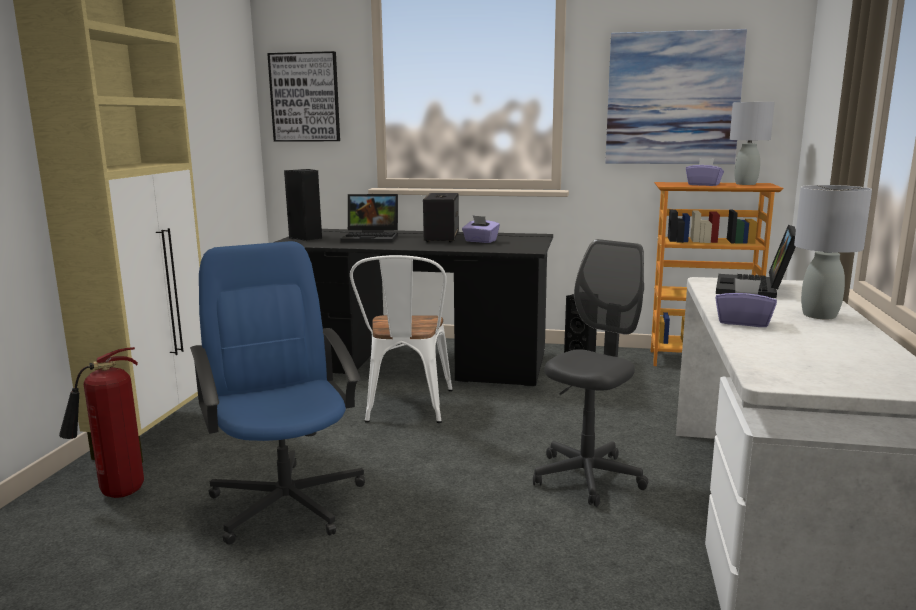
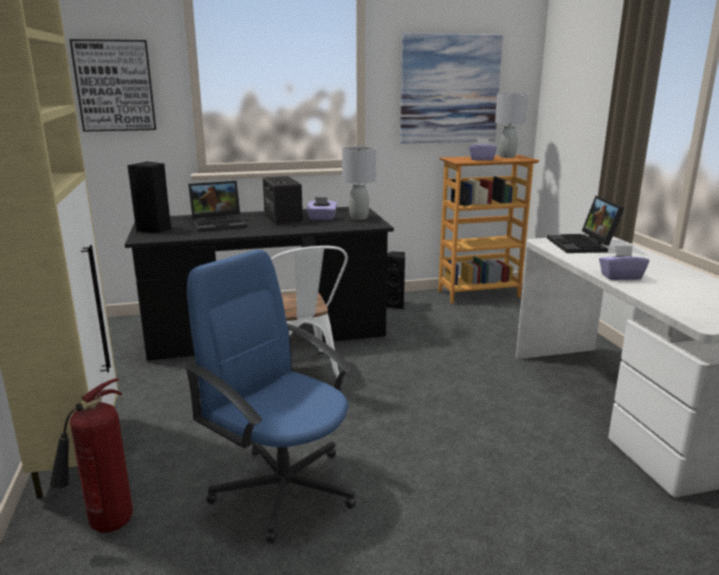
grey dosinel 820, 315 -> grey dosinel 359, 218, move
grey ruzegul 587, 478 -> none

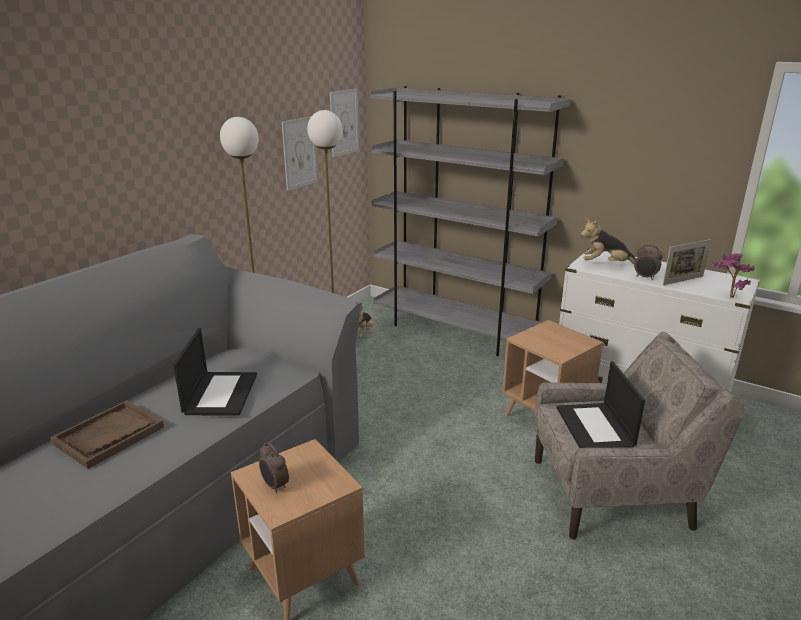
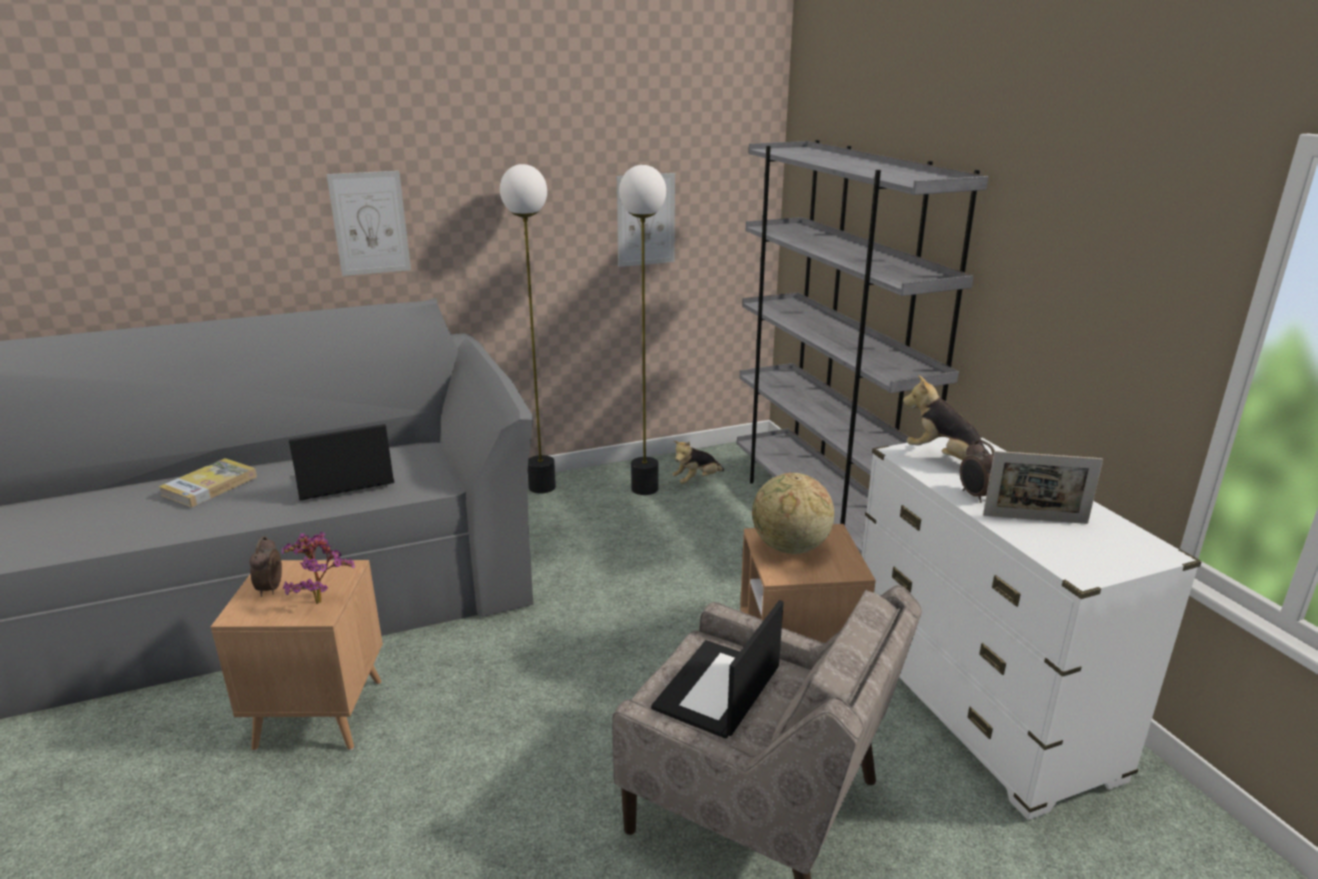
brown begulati 109, 435 -> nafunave 210, 486
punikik 728, 296 -> punikik 320, 599, move
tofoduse 220, 393 -> tofoduse 343, 480, 150 degrees counterclockwise
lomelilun 344, 122 -> lomelilun 370, 223, move
none -> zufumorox 789, 548

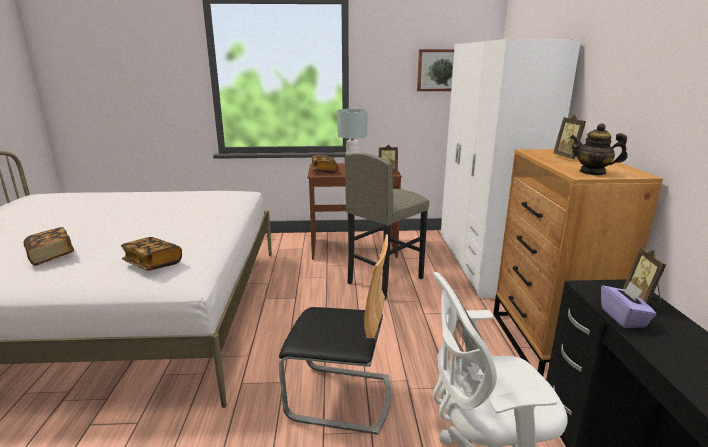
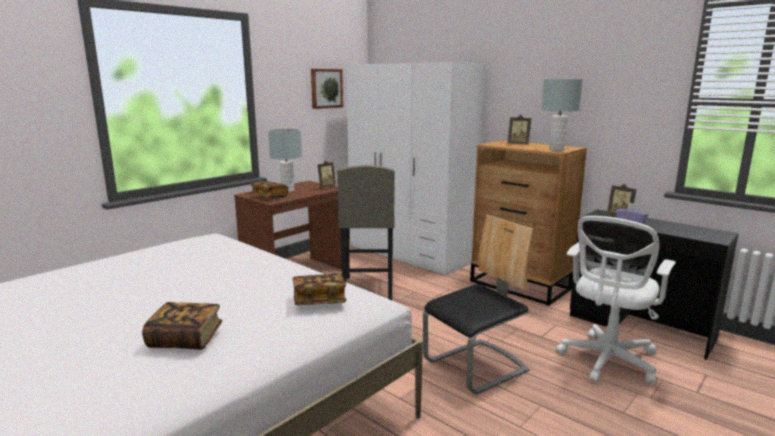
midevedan 592, 172 -> grey dosinel 557, 149

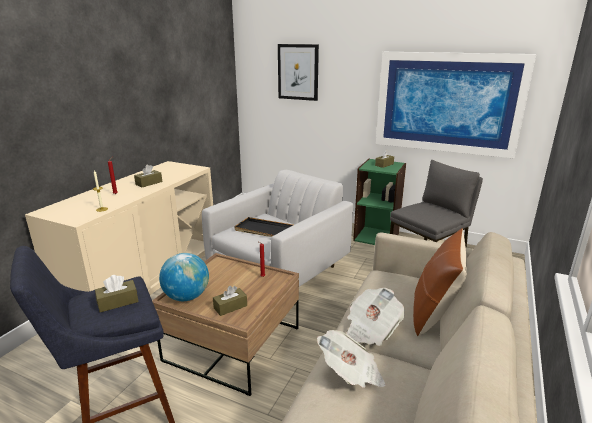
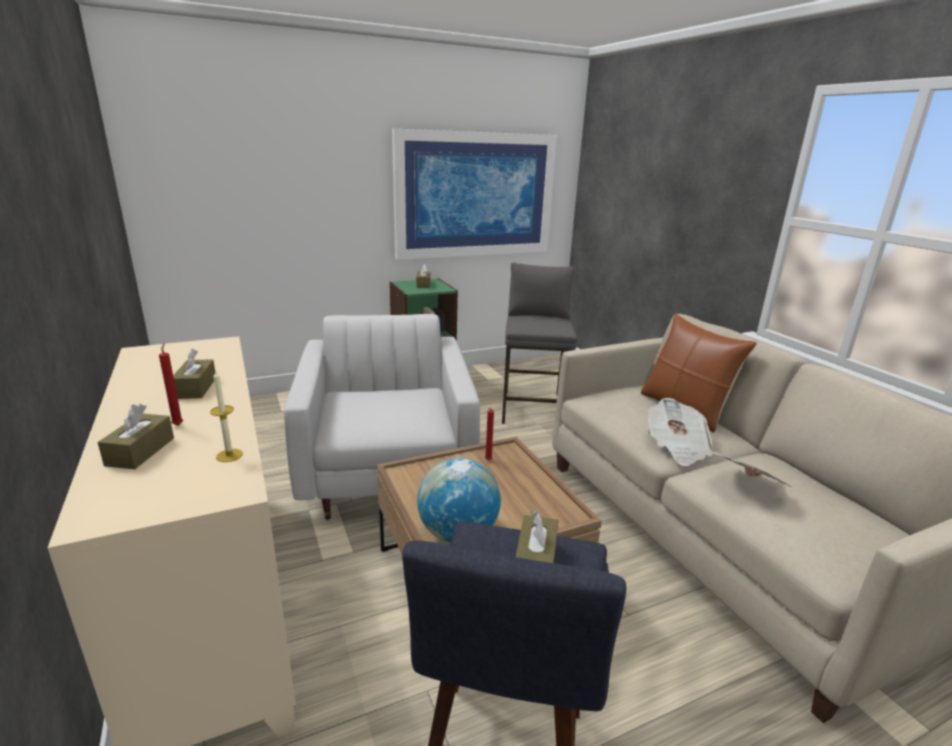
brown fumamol 230, 307 -> brown fumamol 140, 451, move
black begulati 264, 230 -> none
lomelilun 298, 72 -> none

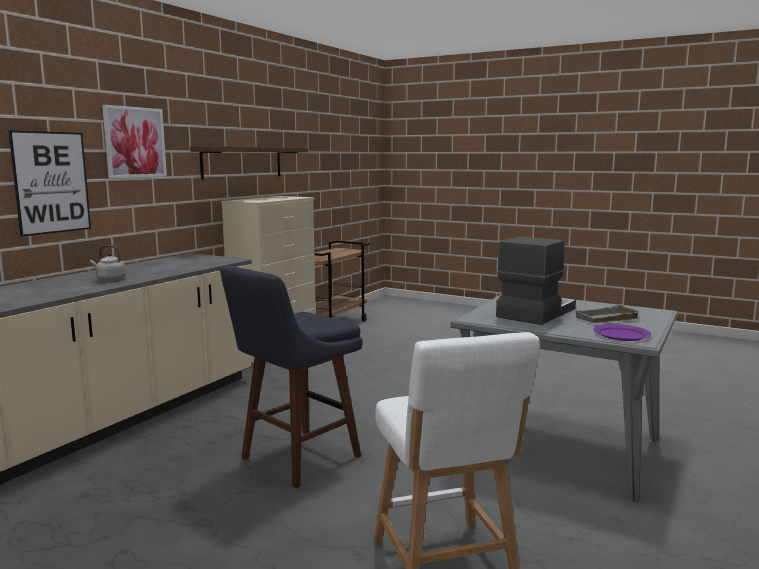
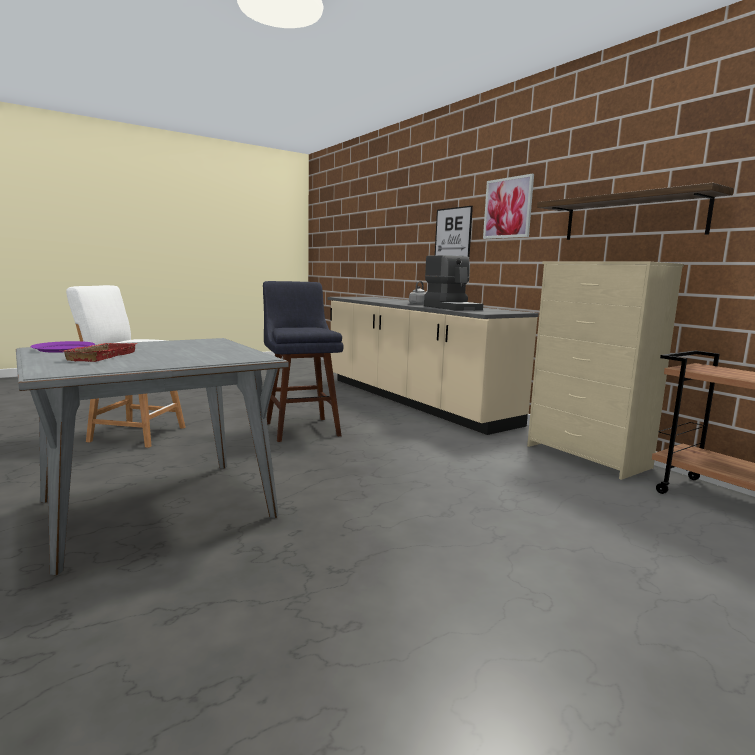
grey begulati 607, 319 -> red begulati 100, 356
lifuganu 534, 313 -> lifuganu 452, 308, move

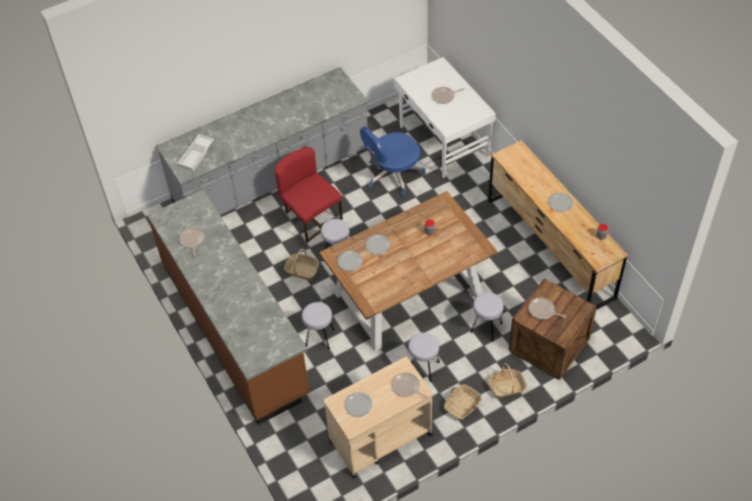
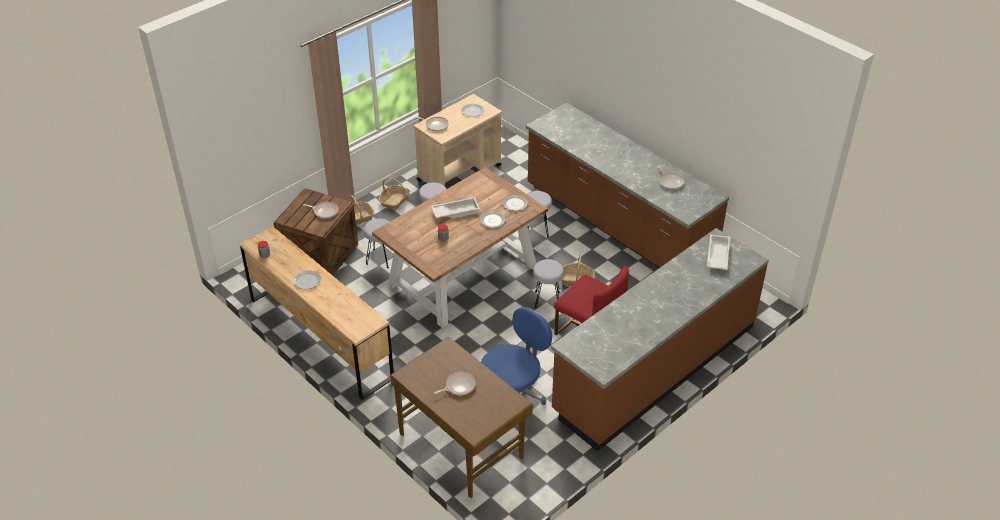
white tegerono 443, 142 -> brown tegerono 461, 444
none -> white begulati 455, 211
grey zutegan 272, 177 -> brown zutegan 654, 368

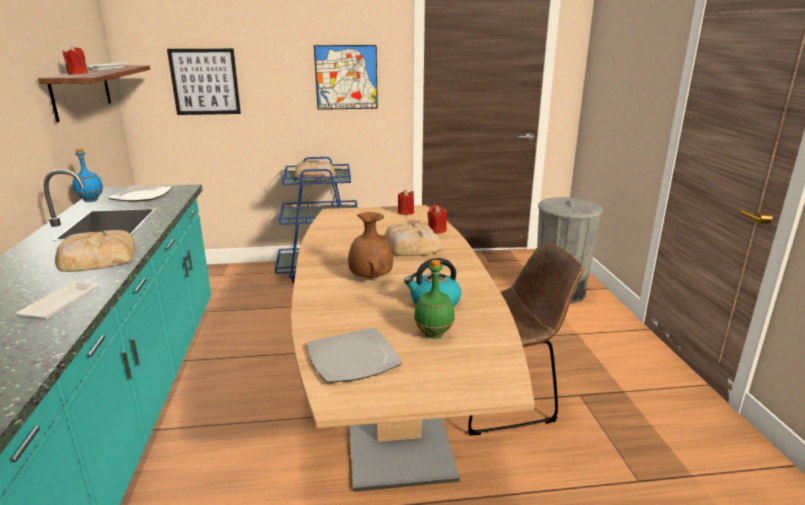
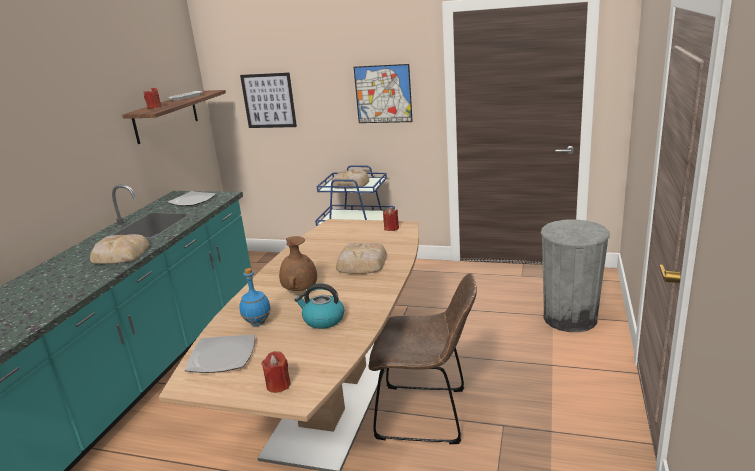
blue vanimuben 91, 201 -> blue vanimuben 258, 323, move
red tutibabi 437, 230 -> red tutibabi 278, 385, move
white begulati 63, 303 -> none
green vanimuben 433, 334 -> none

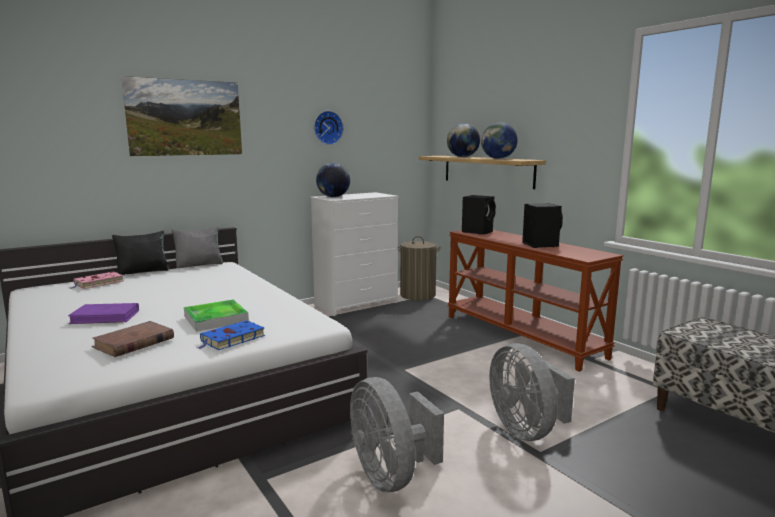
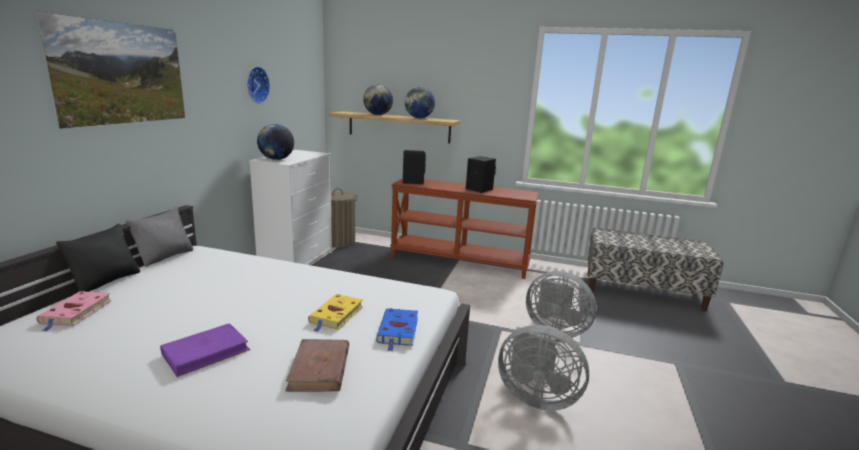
begulati 216, 319 -> yellow nafunave 336, 315

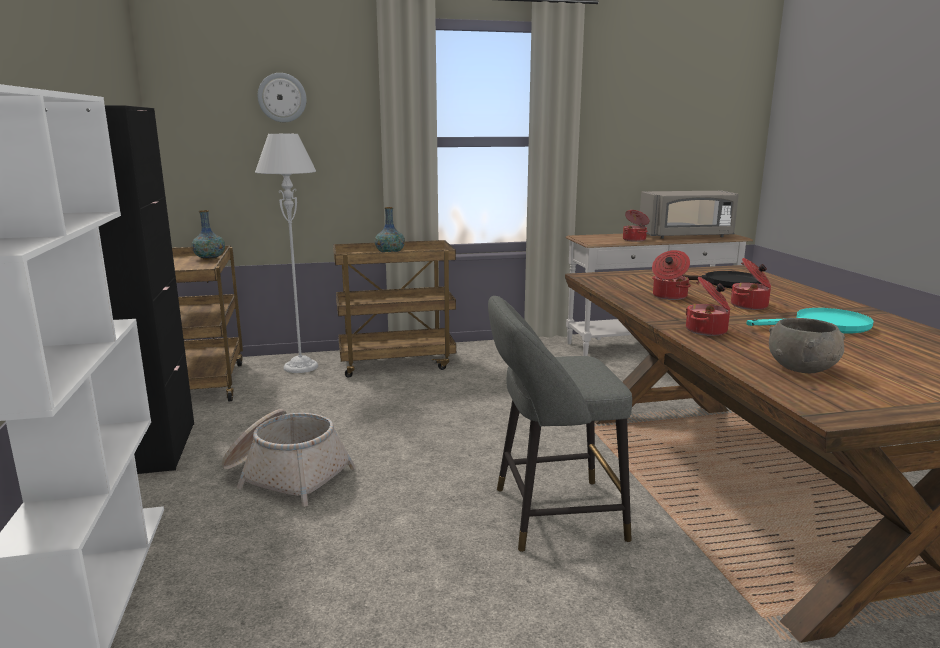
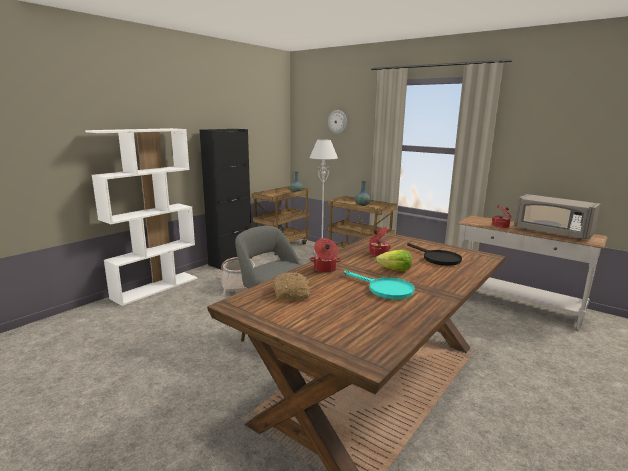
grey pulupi 802, 368 -> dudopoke 292, 293
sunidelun 750, 306 -> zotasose 395, 270

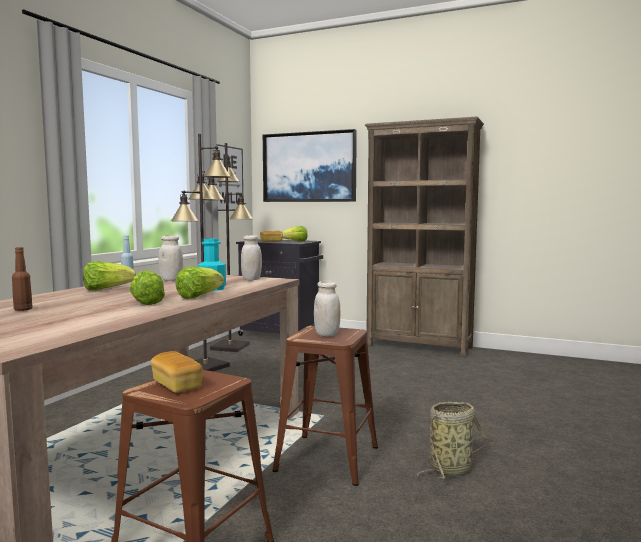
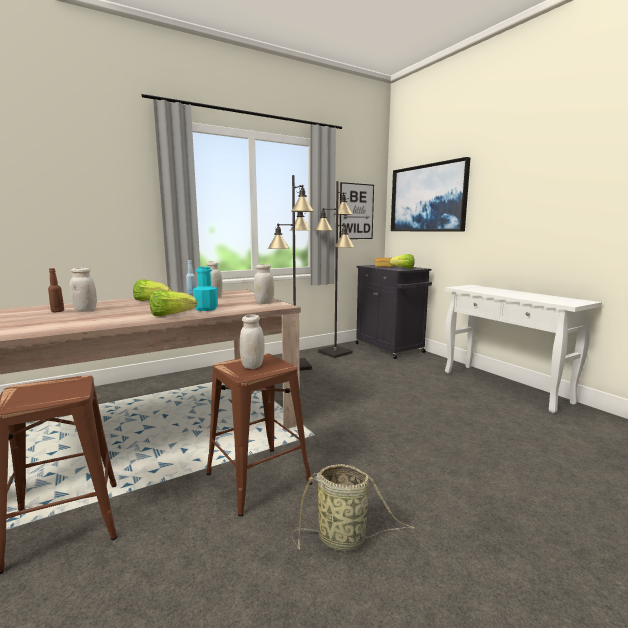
none -> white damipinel 85, 310
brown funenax 419, 346 -> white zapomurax 505, 387
zotasose 146, 302 -> none
dudopoke 177, 385 -> none

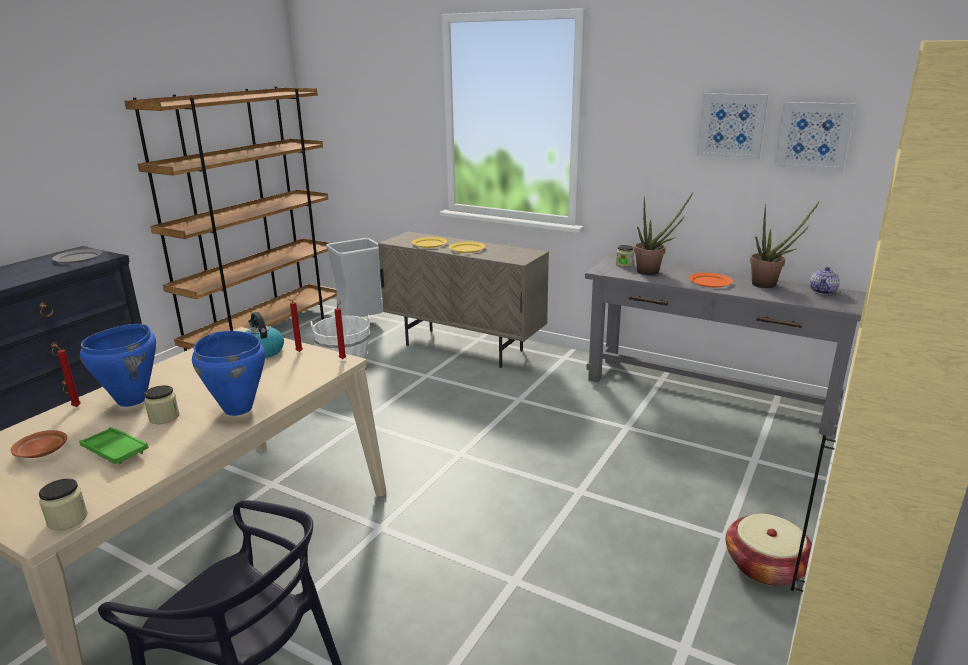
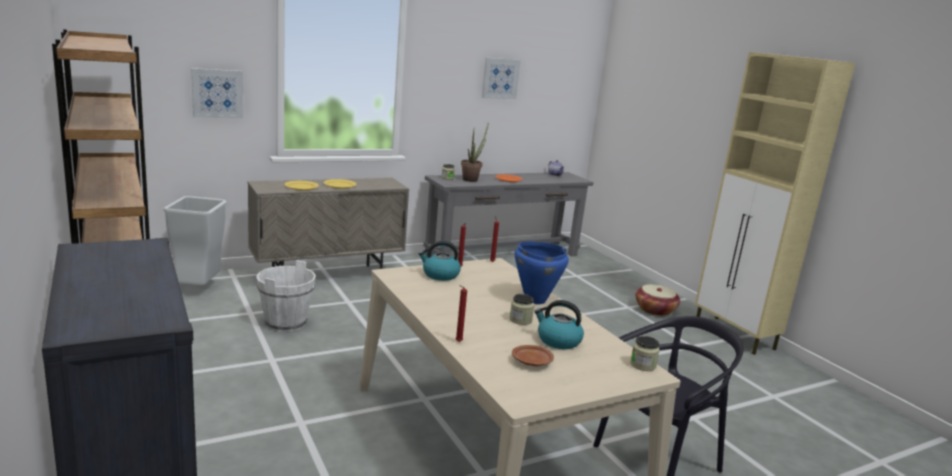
lomelilun 813, 136 -> lomelilun 217, 93, move
green begulati 115, 450 -> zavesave 558, 341
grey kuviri 77, 258 -> none
blue sunidelun 132, 400 -> none
punikik 769, 284 -> none

